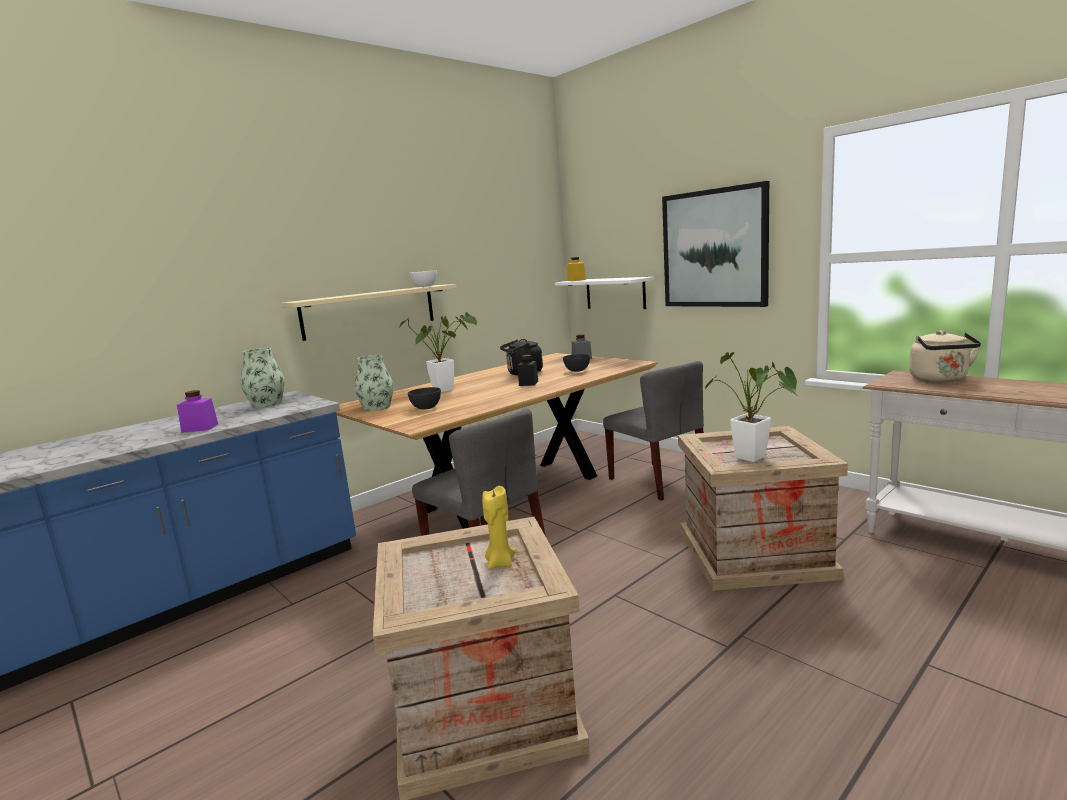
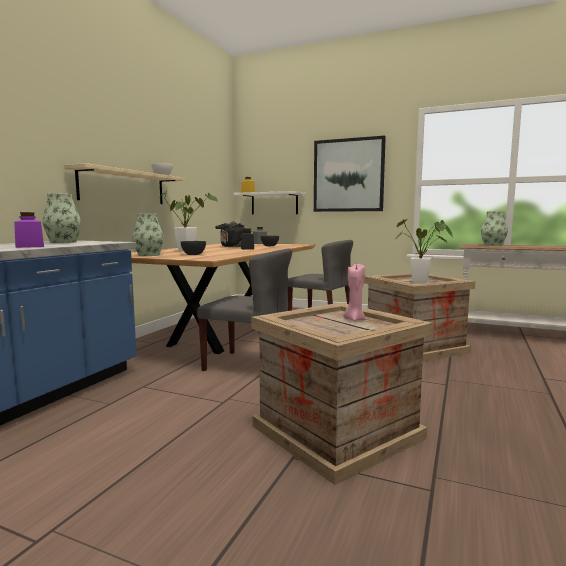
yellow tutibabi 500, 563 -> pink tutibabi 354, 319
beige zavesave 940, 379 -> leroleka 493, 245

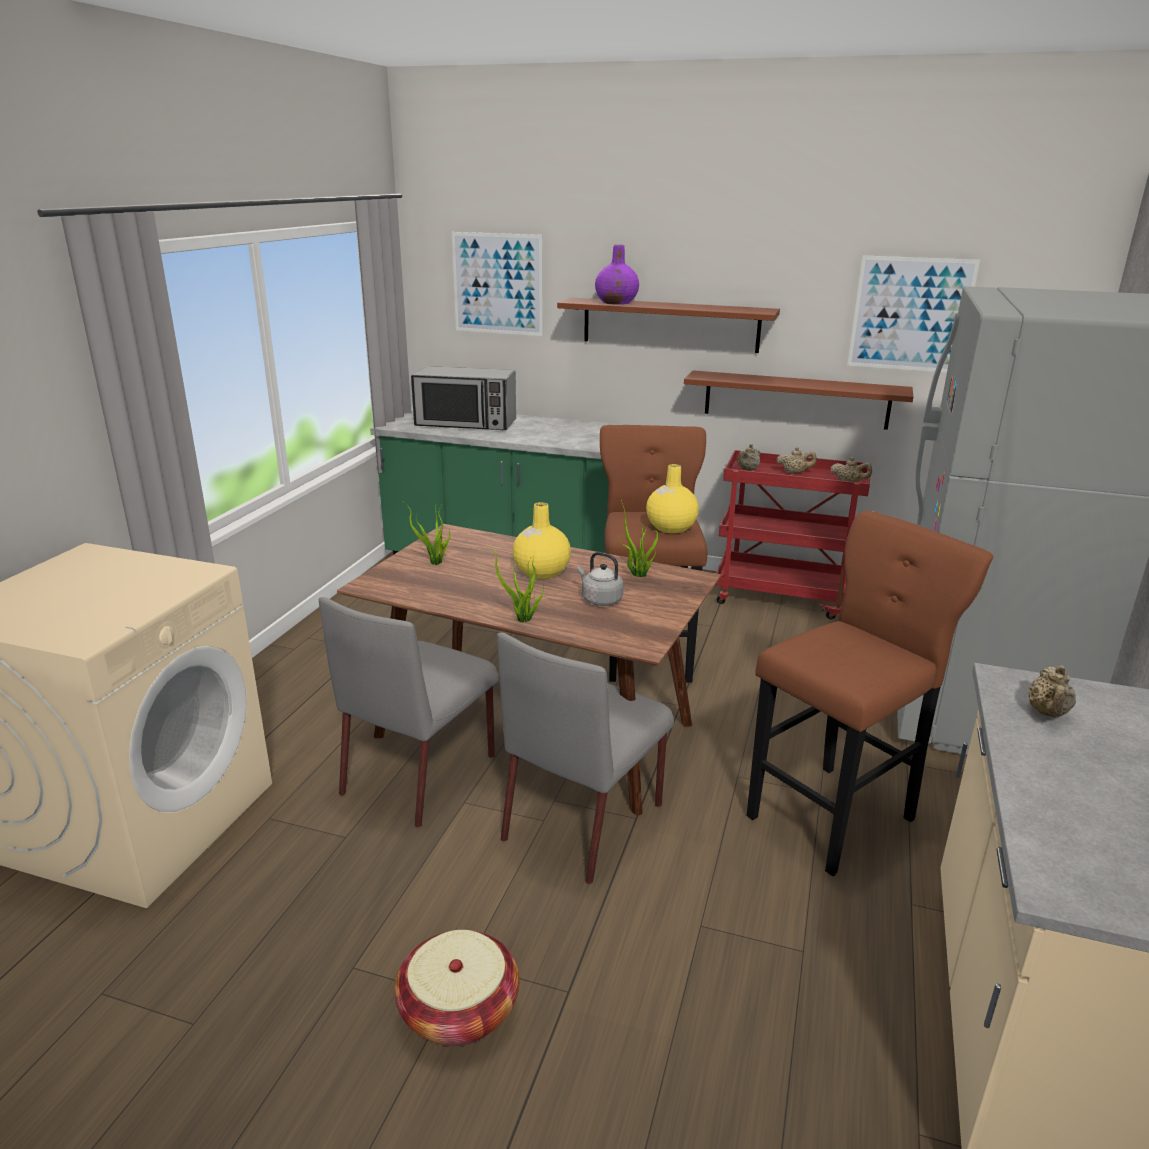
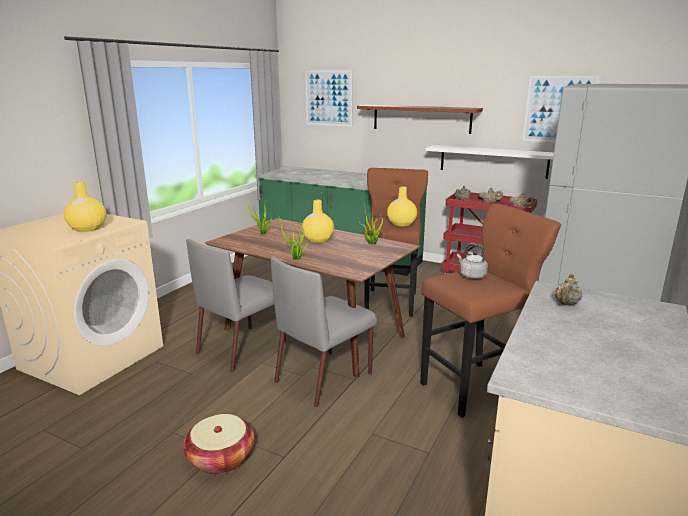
none -> yellow leroleka 87, 228
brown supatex 796, 399 -> white supatex 493, 161
grey zavesave 600, 600 -> grey zavesave 471, 276, move
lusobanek 466, 423 -> none
purple leroleka 616, 302 -> none

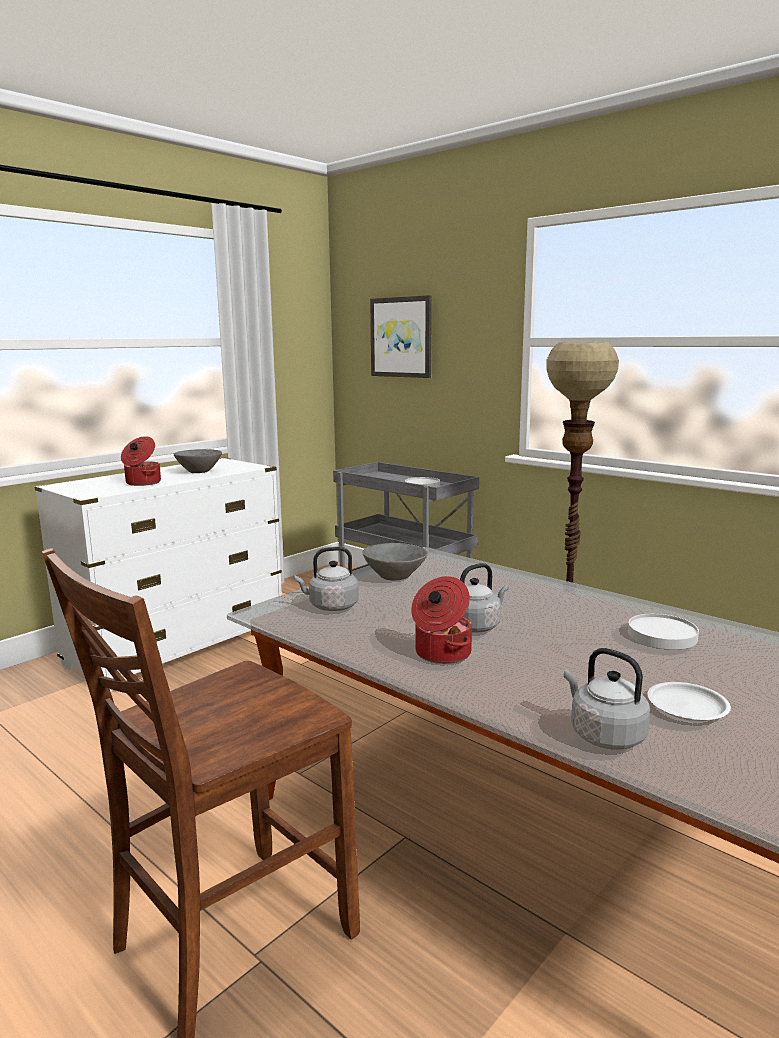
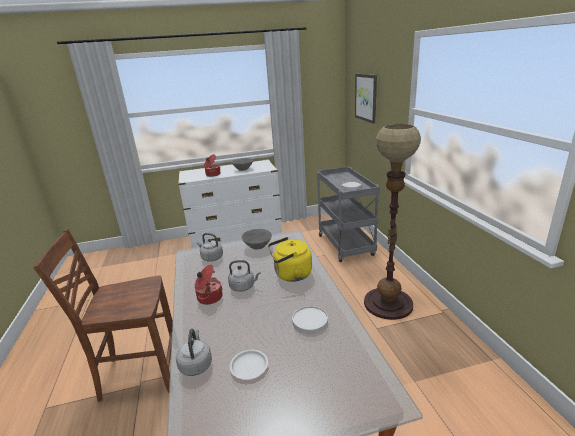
none -> yellow zavesave 291, 275

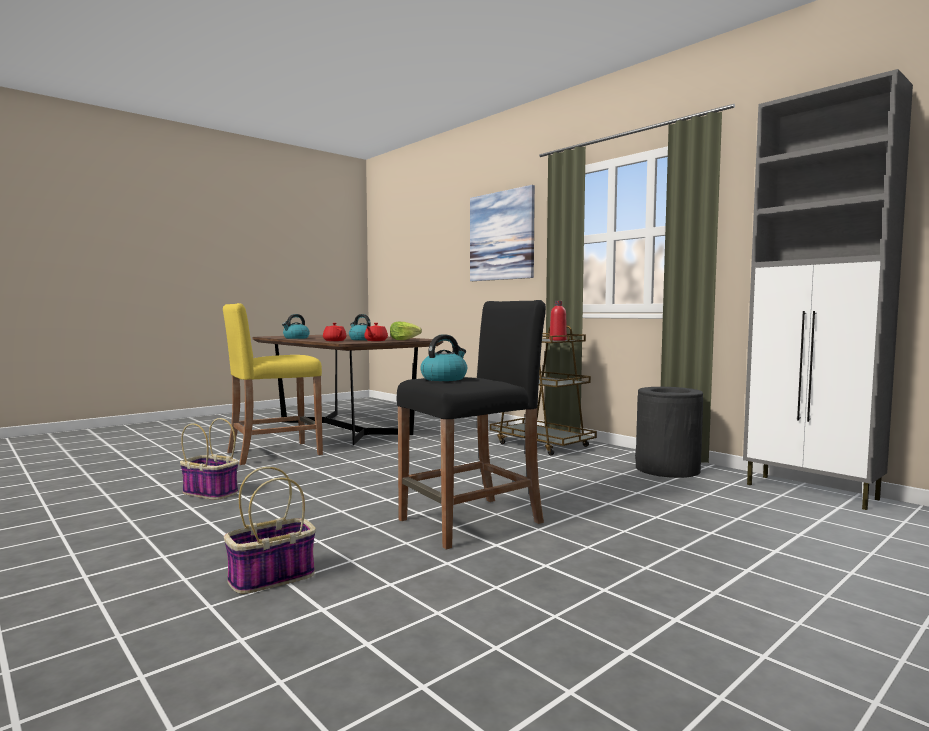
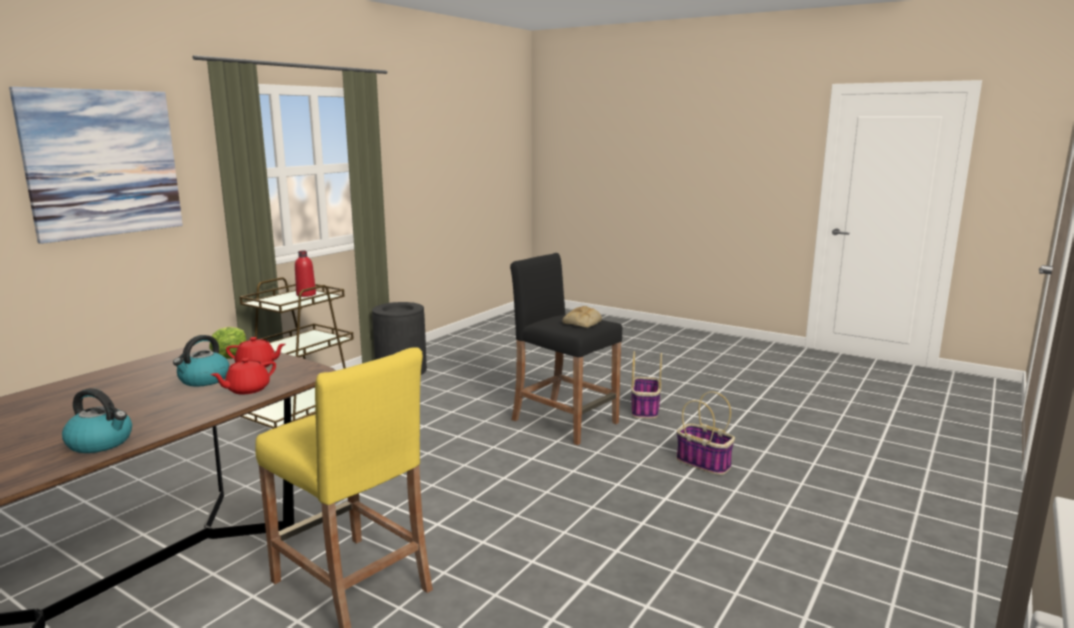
zavesave 444, 379 -> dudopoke 582, 323
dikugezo 209, 493 -> dikugezo 645, 410, move
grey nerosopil 812, 492 -> none

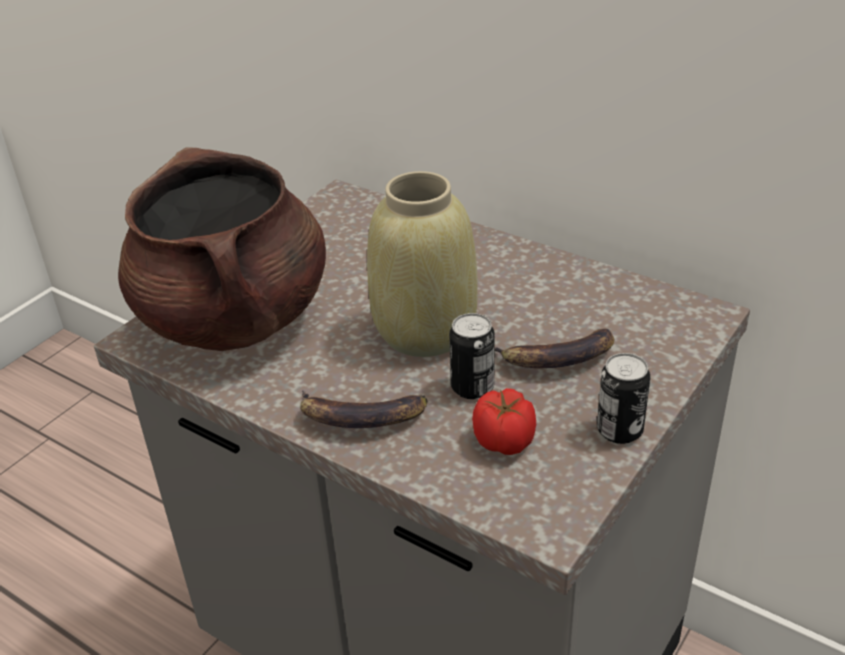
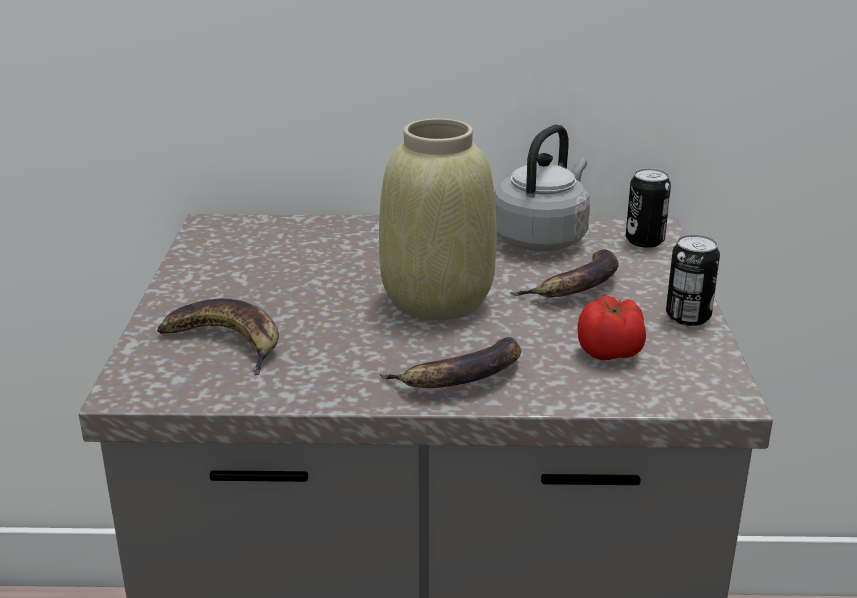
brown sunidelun 235, 318 -> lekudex 225, 343
none -> grey zavesave 542, 238
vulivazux 472, 387 -> vulivazux 644, 241, move

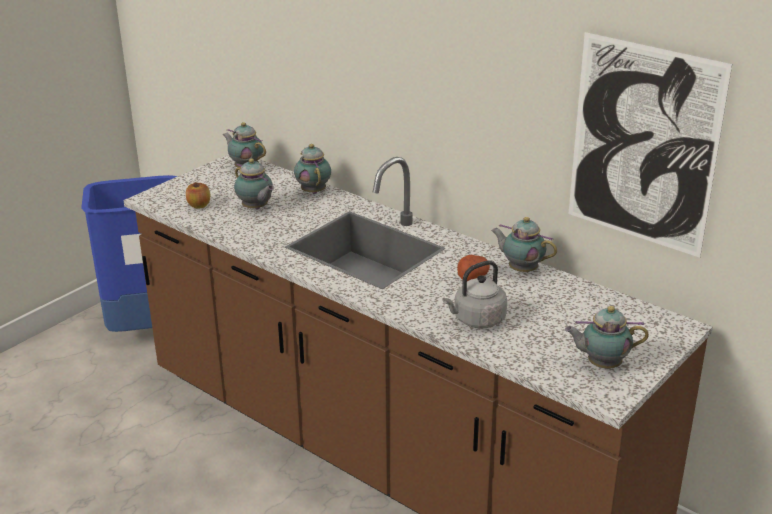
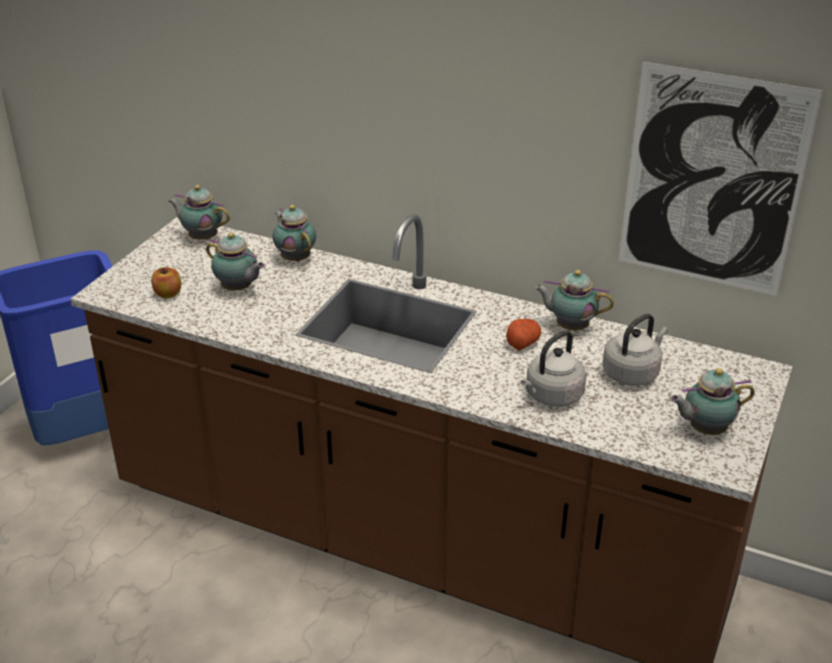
none -> grey zavesave 632, 373

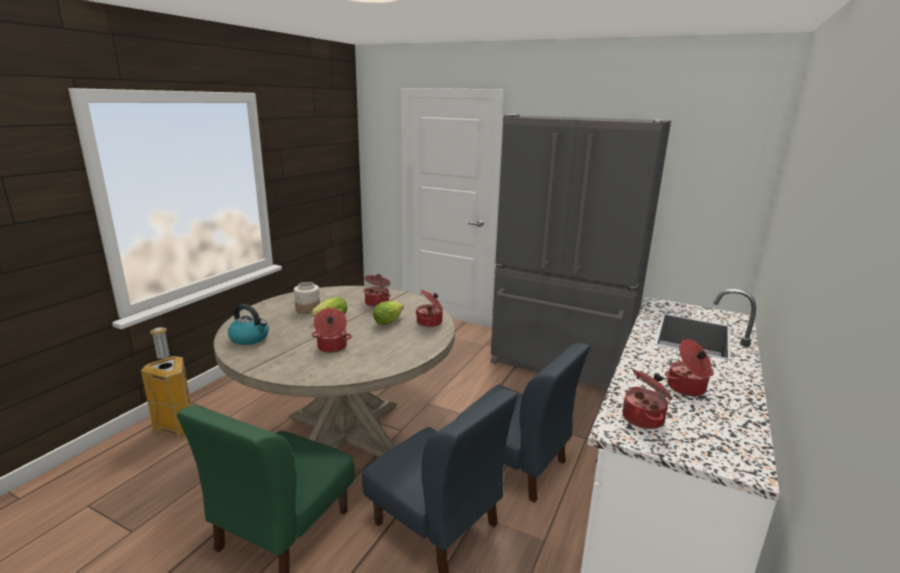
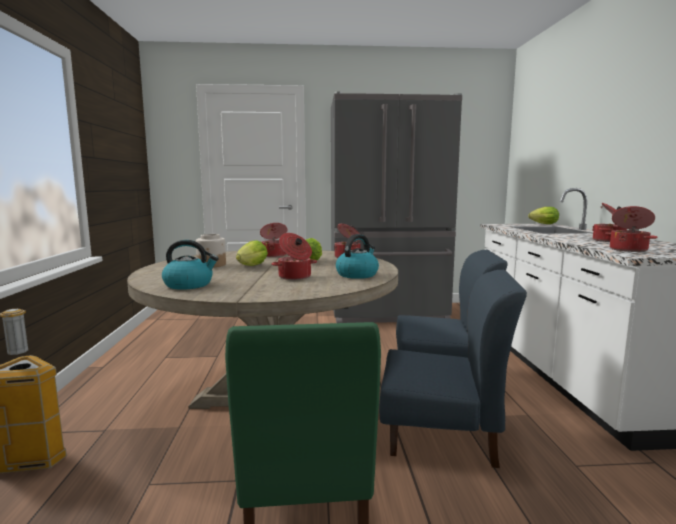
none -> zavesave 357, 274
none -> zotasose 542, 224

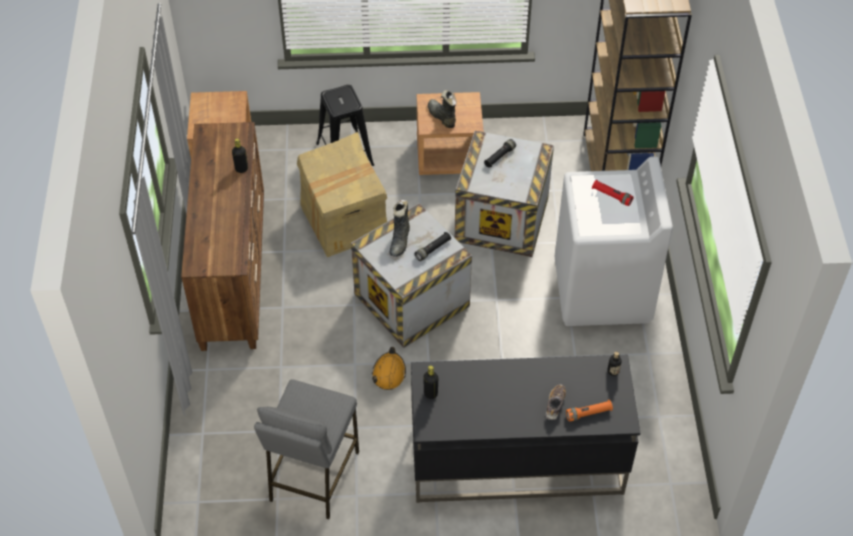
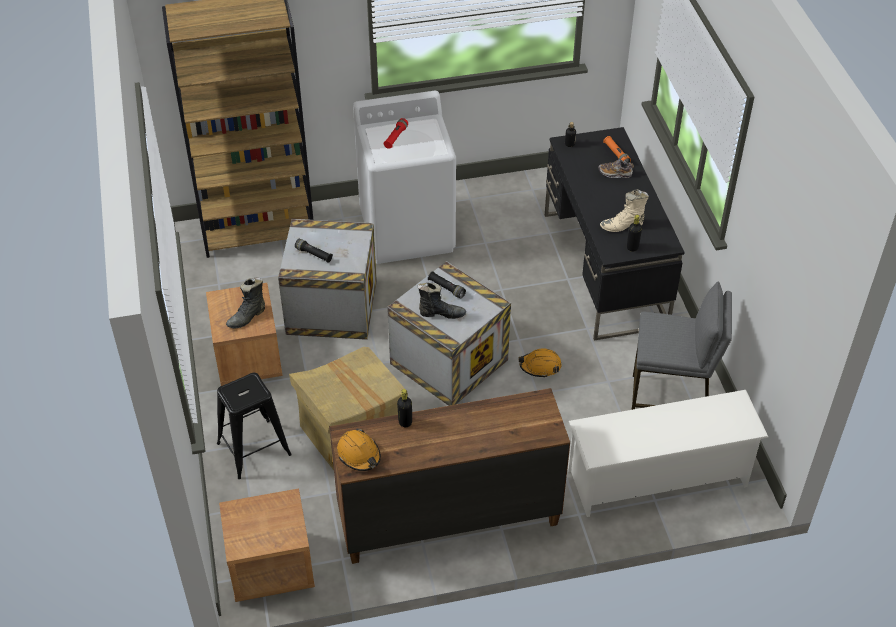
none -> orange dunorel 359, 454
none -> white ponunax 658, 478
none -> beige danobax 622, 226

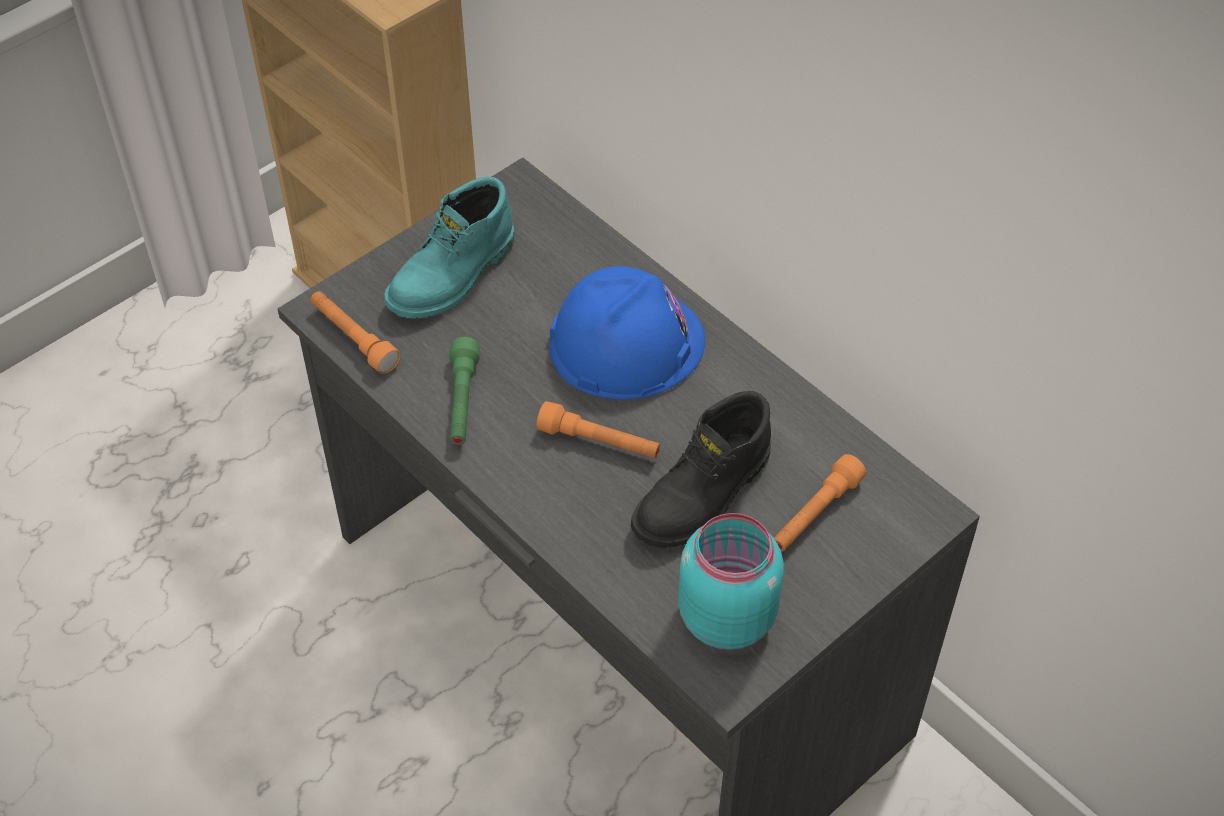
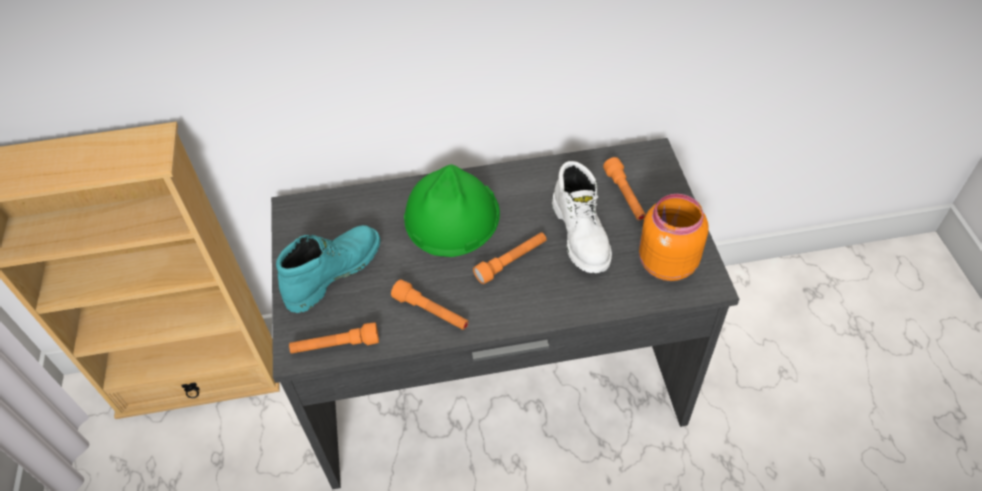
turquoise danobax 454, 277 -> turquoise danobax 332, 272, 120 degrees counterclockwise
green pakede 462, 401 -> orange pakede 431, 312
blue dunorel 626, 343 -> green dunorel 451, 216
black danobax 704, 496 -> white danobax 582, 234
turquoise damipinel 725, 615 -> orange damipinel 665, 263

